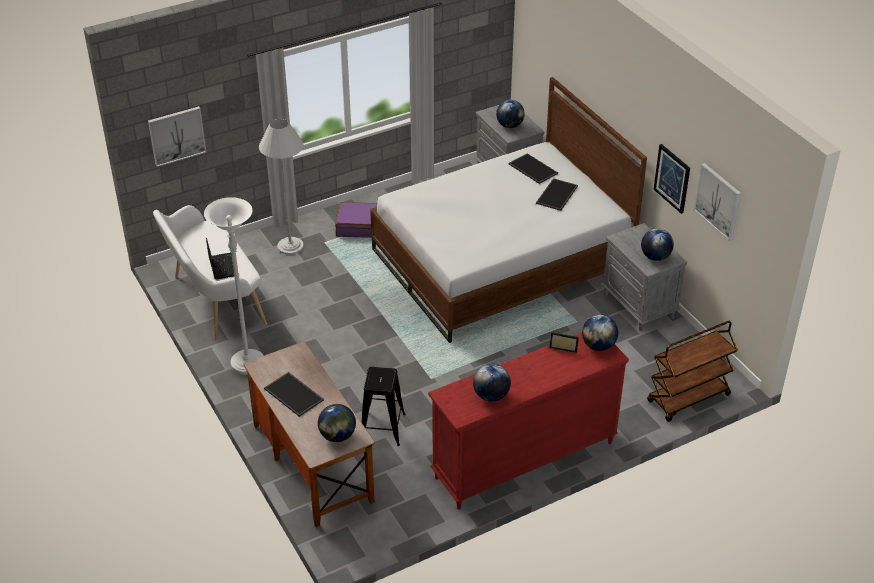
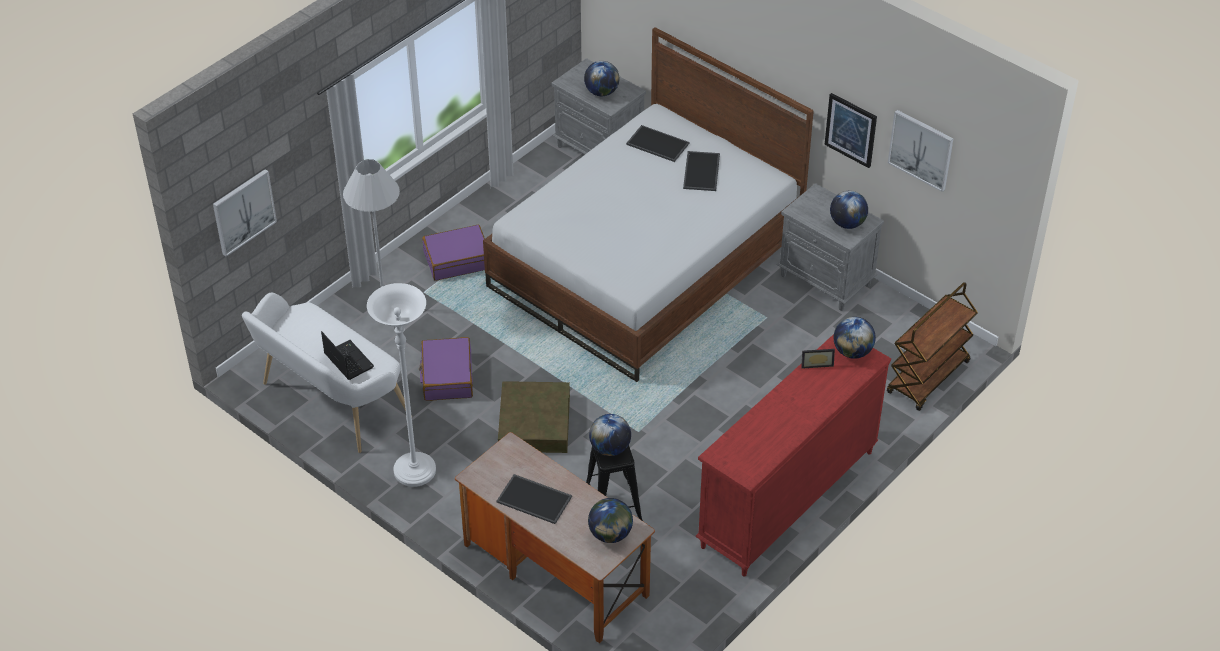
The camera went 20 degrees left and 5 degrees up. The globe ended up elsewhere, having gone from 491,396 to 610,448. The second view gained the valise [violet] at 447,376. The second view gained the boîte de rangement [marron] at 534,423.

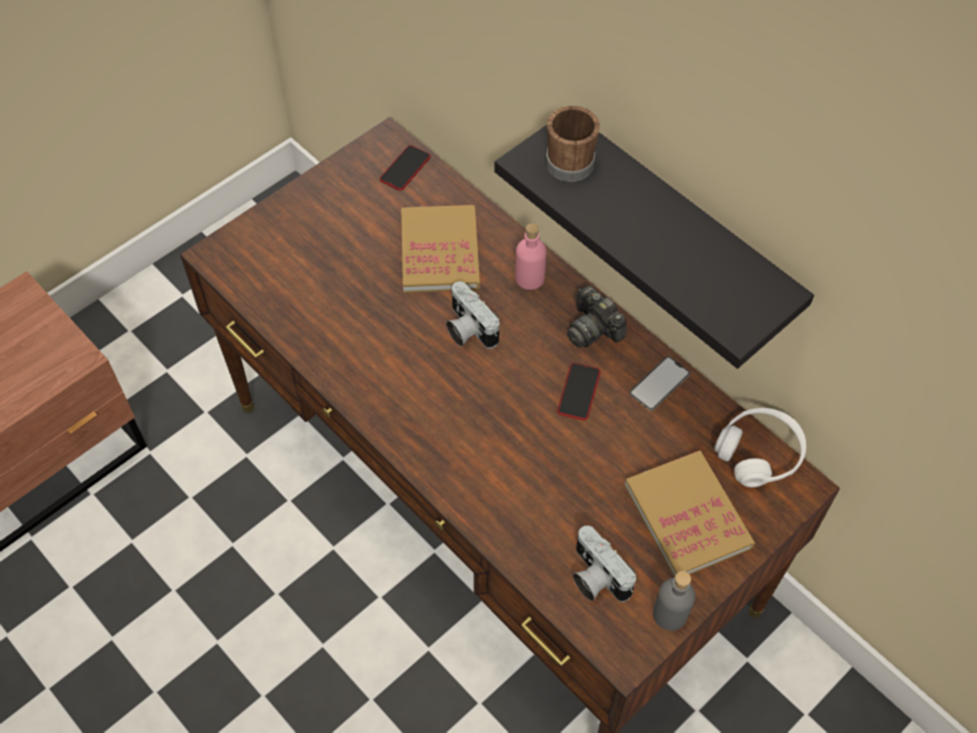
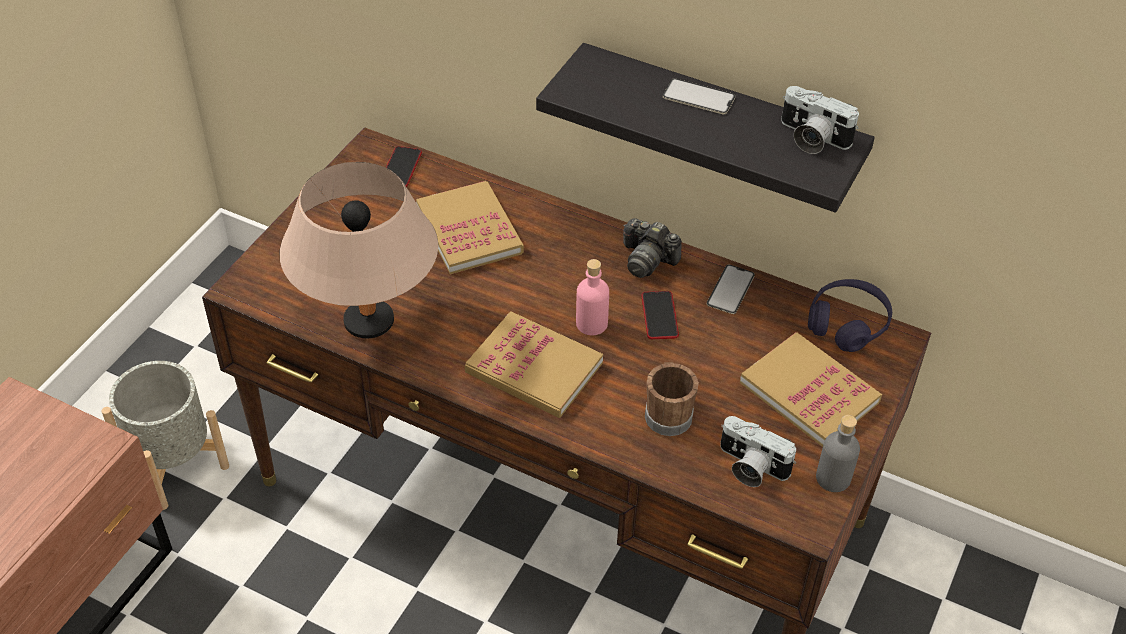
The camera went 20 degrees left and 10 degrees down. The appareil photo ended up elsewhere, having gone from 467,329 to 811,138. The bouteille [rose] ended up elsewhere, having gone from 529,278 to 591,324. The mug [marron] ended up elsewhere, having gone from 571,159 to 668,413. What was the casque audio [blanc] at 758,454 turned into the casque audio [violet] at 847,324. The second view gained the cache-pot [gris] at 175,465. The second view gained the lampe de table [beige] at 369,322. The second view gained the livre at 534,368. The second view gained the téléphone at 698,97.

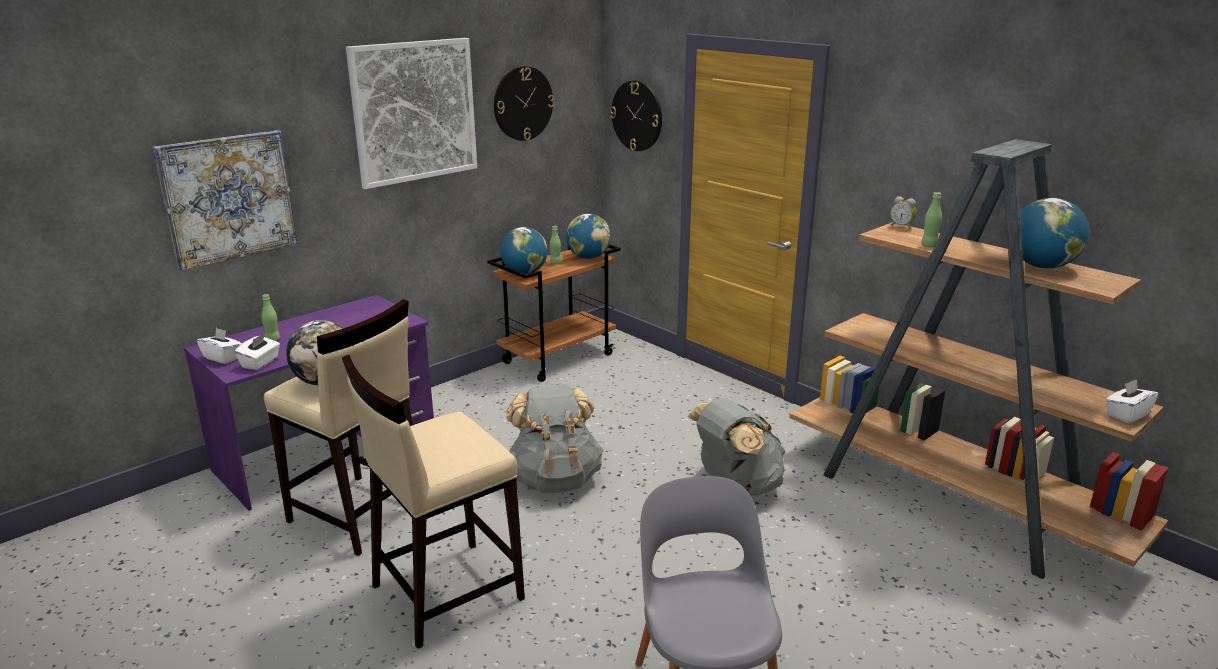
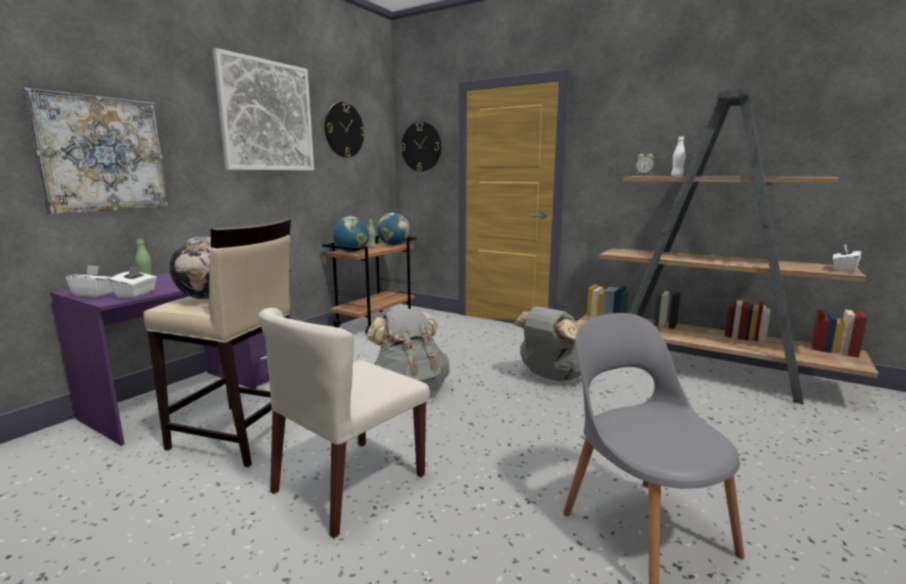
The camera went 15 degrees left and 10 degrees down. Where the tabouret [beige] stood at 445,592, the chaise [beige] came to stand at 349,484. What was the bouteille [vert] at 929,245 turned into the bouteille [blanc] at 677,176. The second view lost the globe at 1042,266.

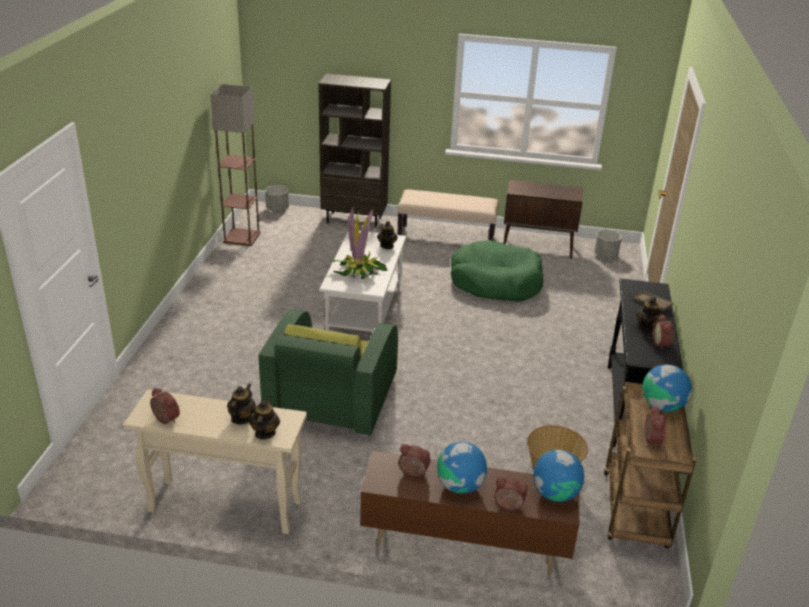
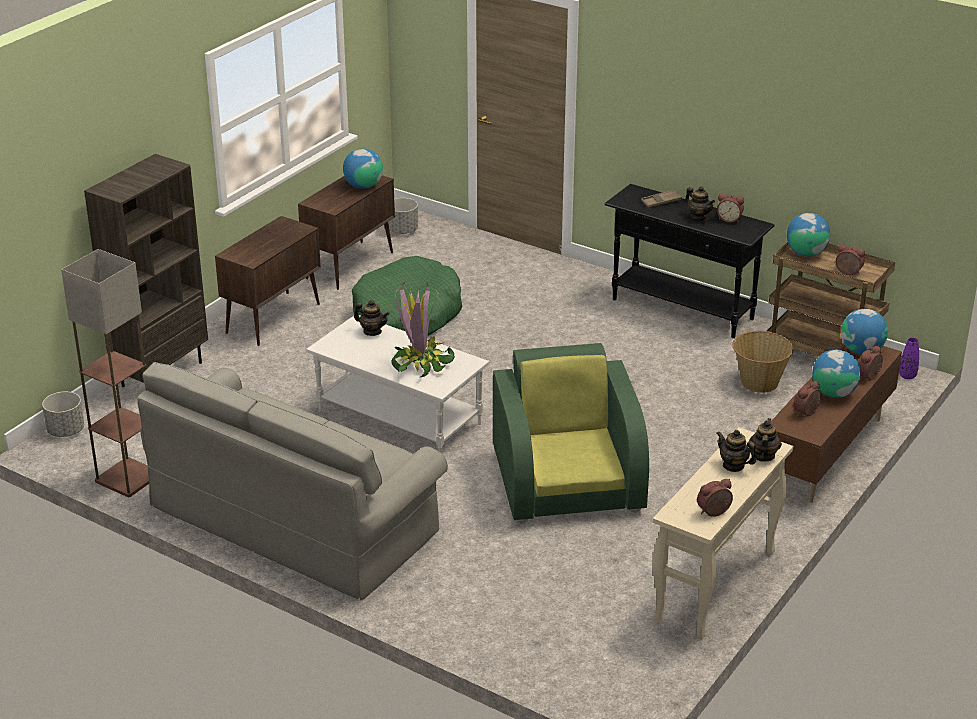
The camera went 65 degrees left and 0 degrees up. The théière at 265,433 ended up facing another way, 75 degrees clockwise from before. The fauteuil [vert] at 331,398 ended up facing another way, 135 degrees counterclockwise from before. Where the banc [beige] stood at 446,238, the meuble de rangement [marron] came to stand at 274,318. The second view gained the canapé [gris] at 294,518. The second view gained the globe at 363,186. The second view gained the vase [violet] at 907,376.

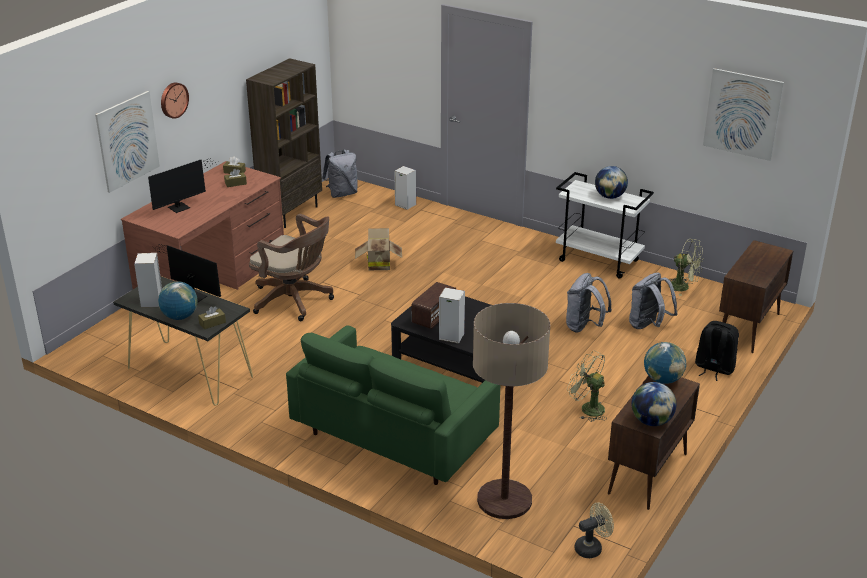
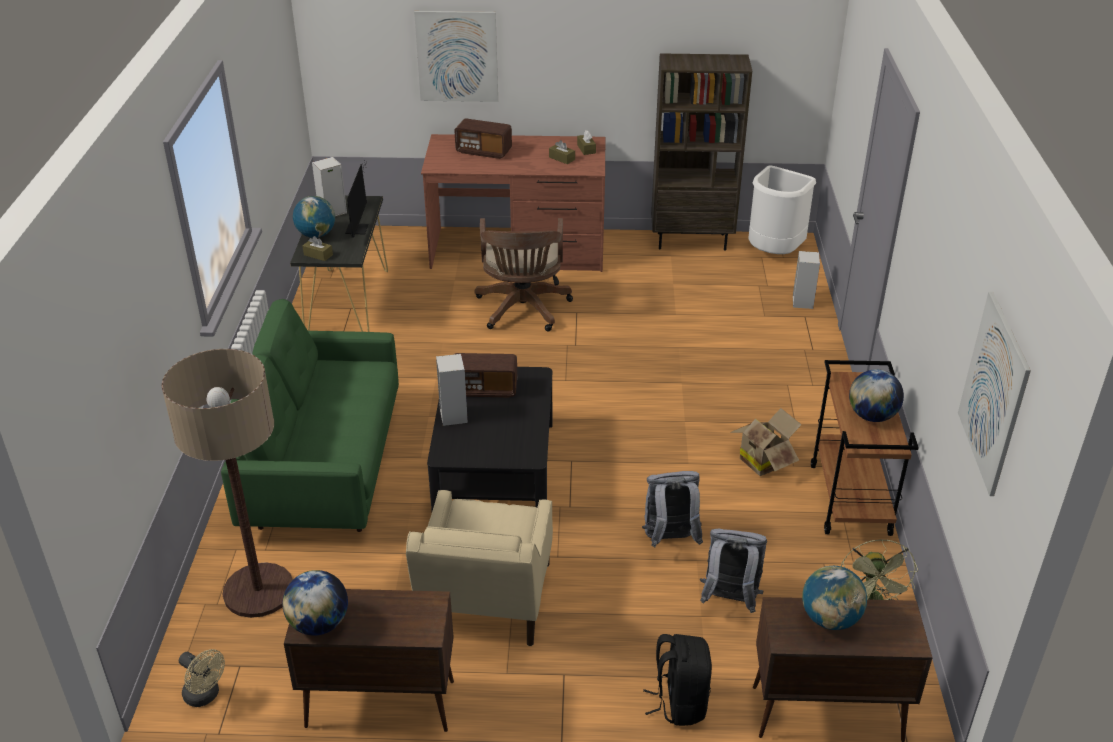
The camera went 60 degrees right and 5 degrees up. Where the écran d'ordinateur stood at 182,207, the radio came to stand at 484,151. The second view lost the horloge murale at 173,100. Where the sac à dos [gris] stood at 342,193, the poubelle [blanc] came to stand at 773,253. The carton ended up elsewhere, having gone from 378,264 to 763,461. What was the chariot [blanc] at 599,261 turned into the chariot [marron] at 851,500. Where the ventilateur [vert] stood at 587,408, the fauteuil [beige] came to stand at 485,602. The globe ended up elsewhere, having gone from 662,380 to 830,619.

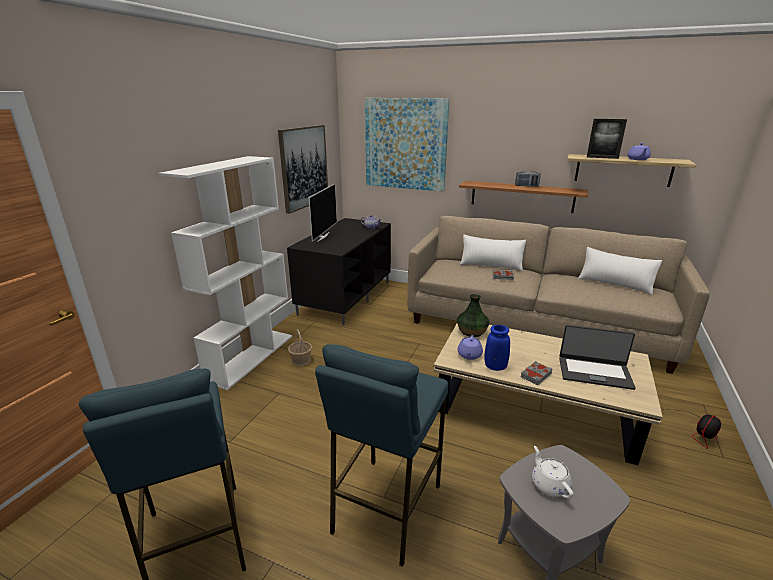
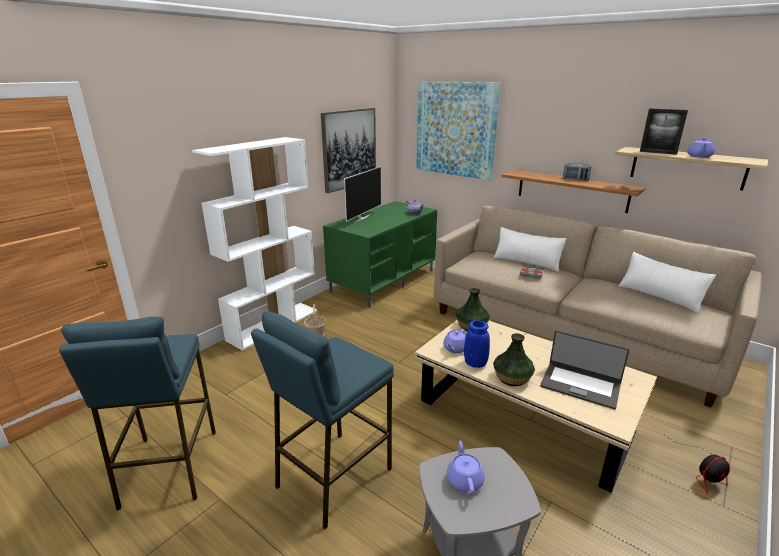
The camera went 15 degrees right and 0 degrees up. What was the meuble télé [noir] at 345,297 turned into the meuble télé [vert] at 383,280. Where the livre [gris] stood at 535,375, the vase came to stand at 512,378. What was the théière [blanc] at 549,484 turned into the théière [violet] at 464,480.

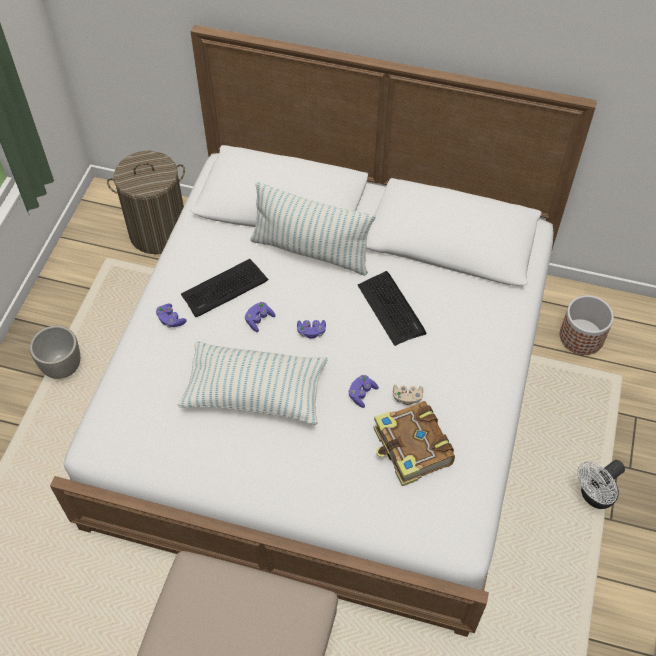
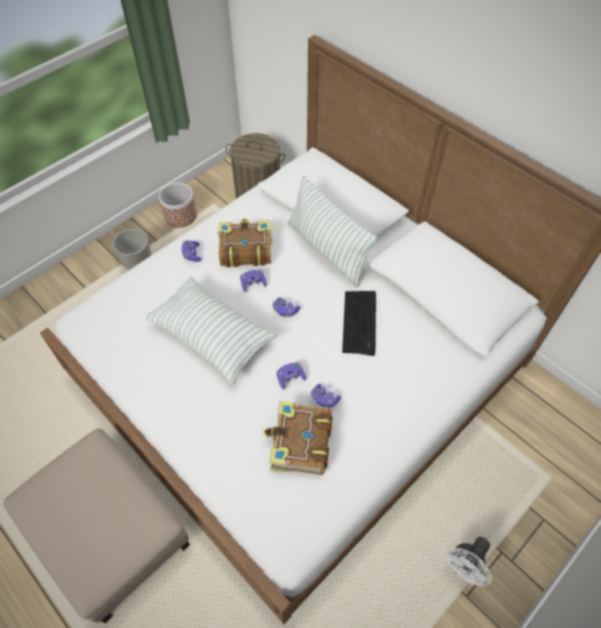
The camera went 30 degrees right and 0 degrees up. Where the clavier stood at 224,288, the livre came to stand at 245,249. What was the manette [beige] at 407,397 turned into the manette [violet] at 324,399. The cache-pot ended up elsewhere, having gone from 581,336 to 181,216. The ventilateur [blanc] at 594,496 ended up facing another way, 45 degrees counterclockwise from before.

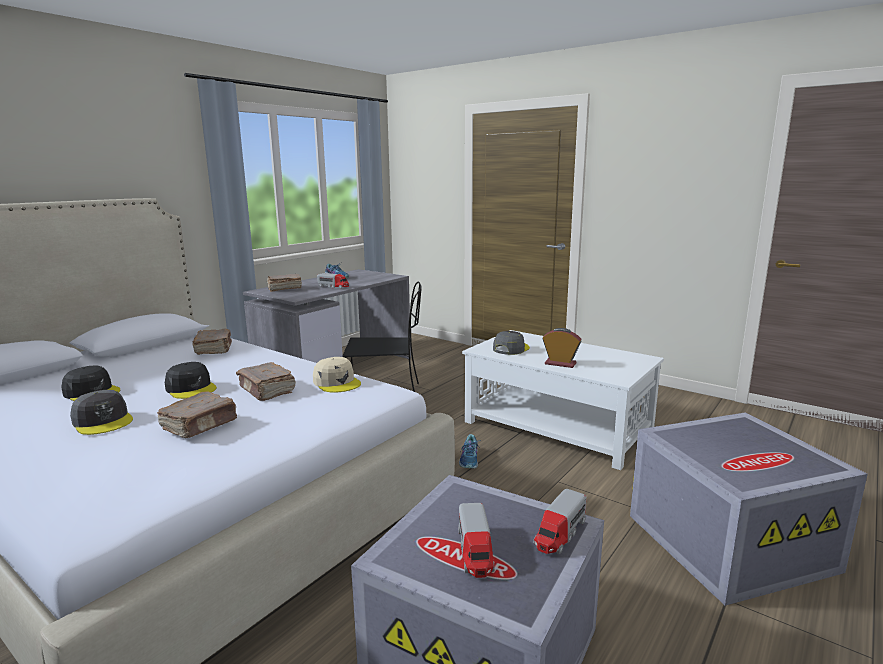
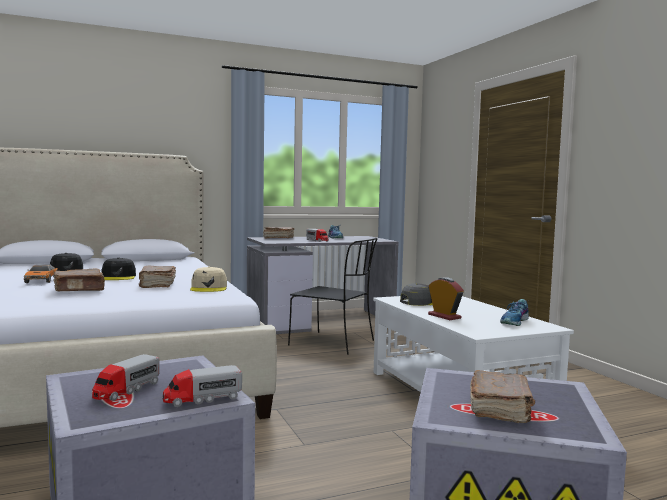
The camera went 30 degrees right and 10 degrees down. Where the casquette [gris] stood at 103,421, the petite voiture came to stand at 41,280. The livre [marron] ended up elsewhere, having gone from 214,350 to 500,410. The chaussure ended up elsewhere, having gone from 470,459 to 515,321.

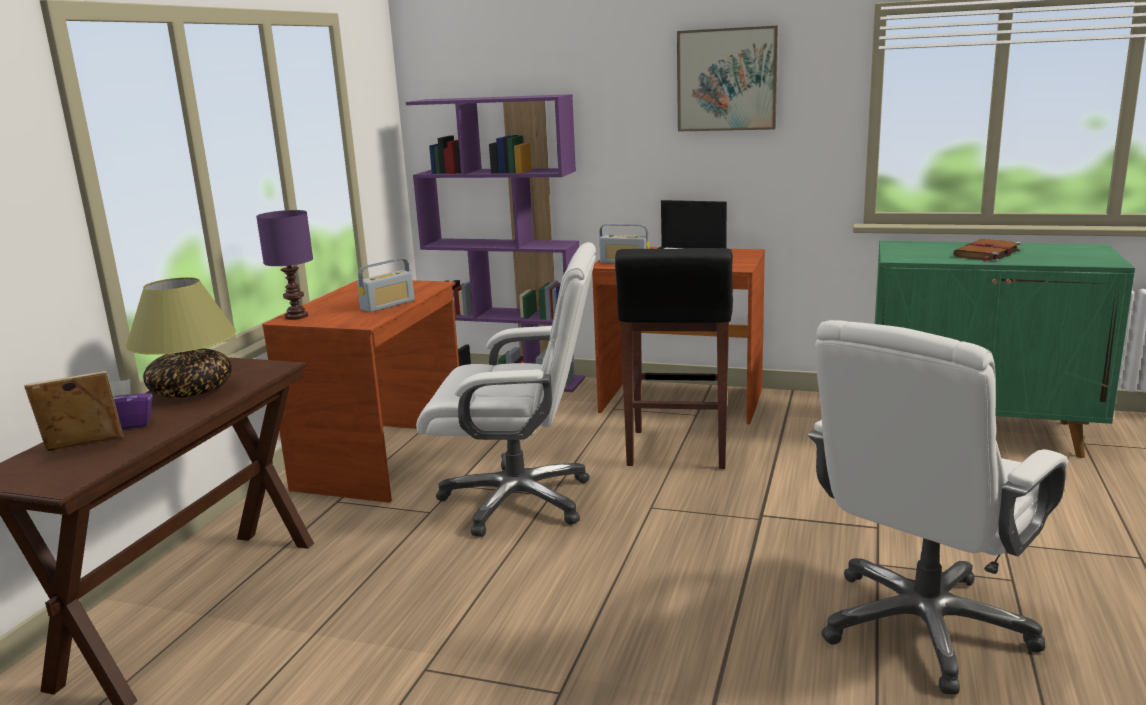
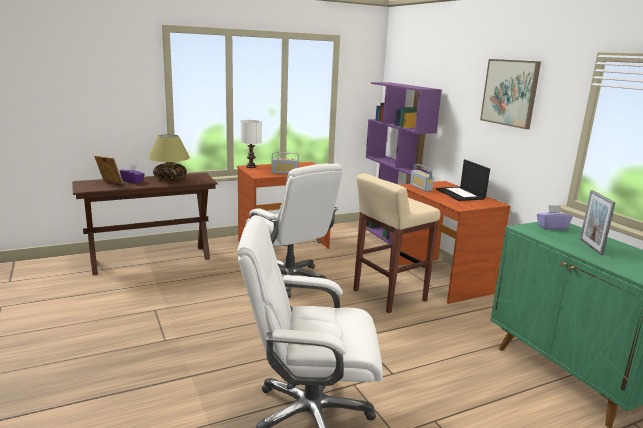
The camera went 45 degrees right and 0 degrees up. What was the lampe de table [violet] at 297,316 turned into the lampe de table [blanc] at 251,167. What was the tabouret [noir] at 677,450 turned into the tabouret [beige] at 388,296. Where the livre [marron] stood at 987,253, the cadre photo came to stand at 590,246. The second view gained the boîte à mouchoirs [violet] at 551,227.

